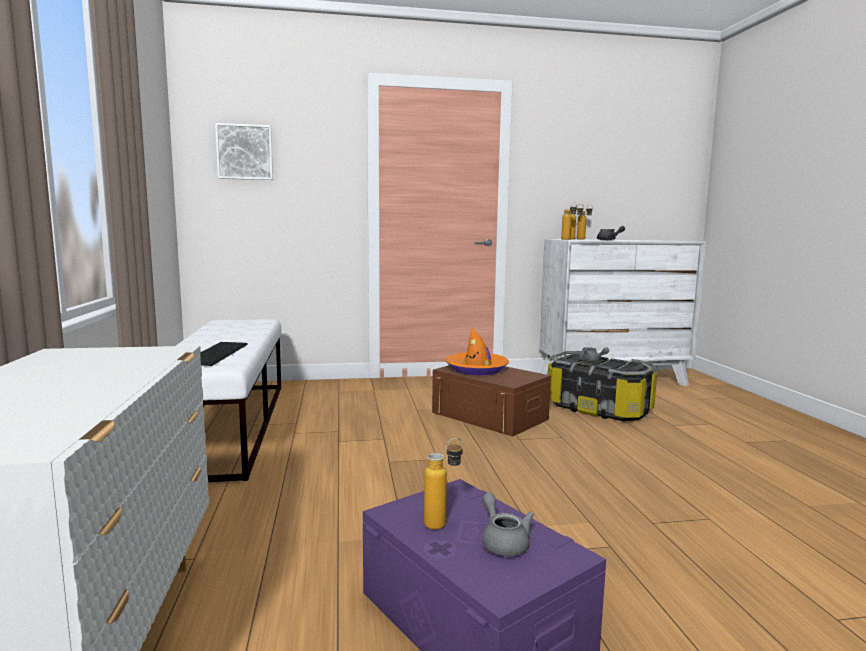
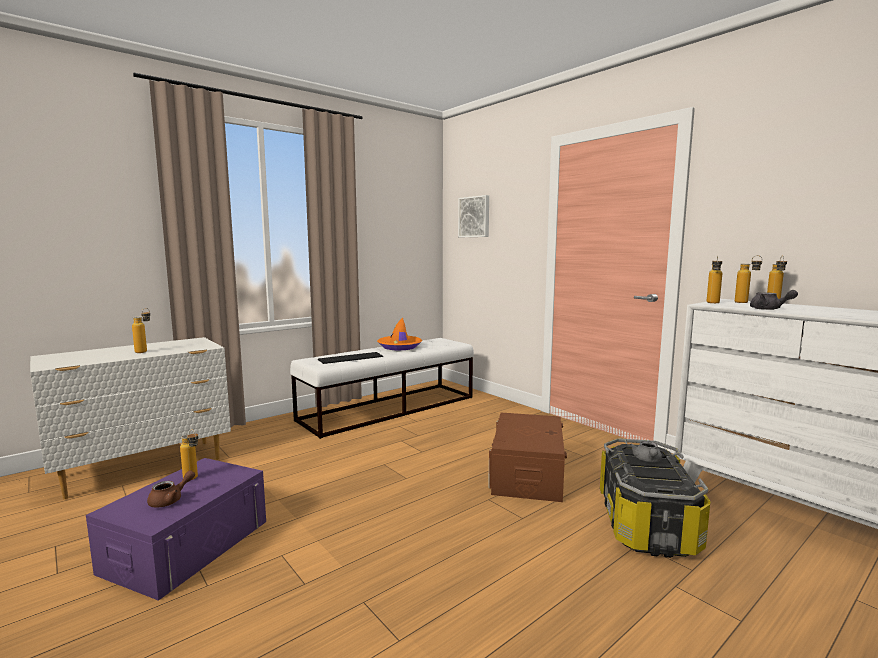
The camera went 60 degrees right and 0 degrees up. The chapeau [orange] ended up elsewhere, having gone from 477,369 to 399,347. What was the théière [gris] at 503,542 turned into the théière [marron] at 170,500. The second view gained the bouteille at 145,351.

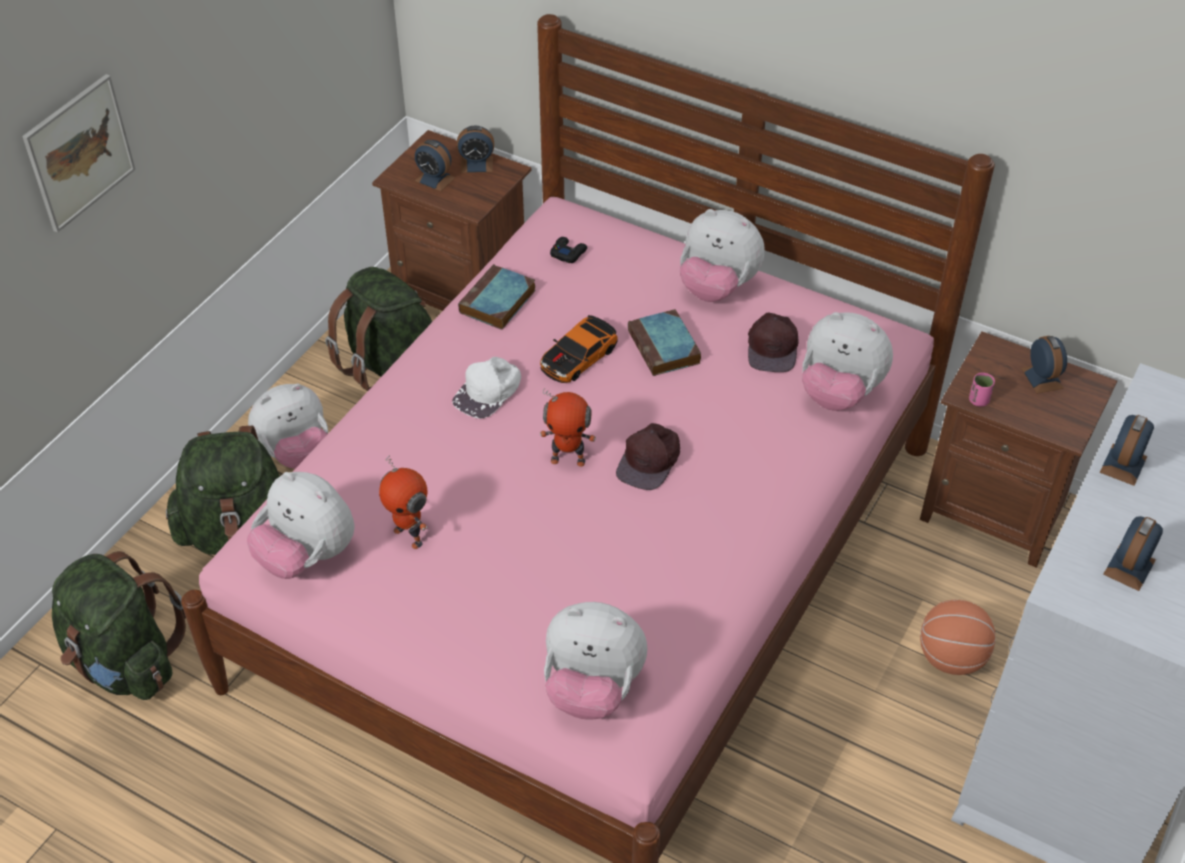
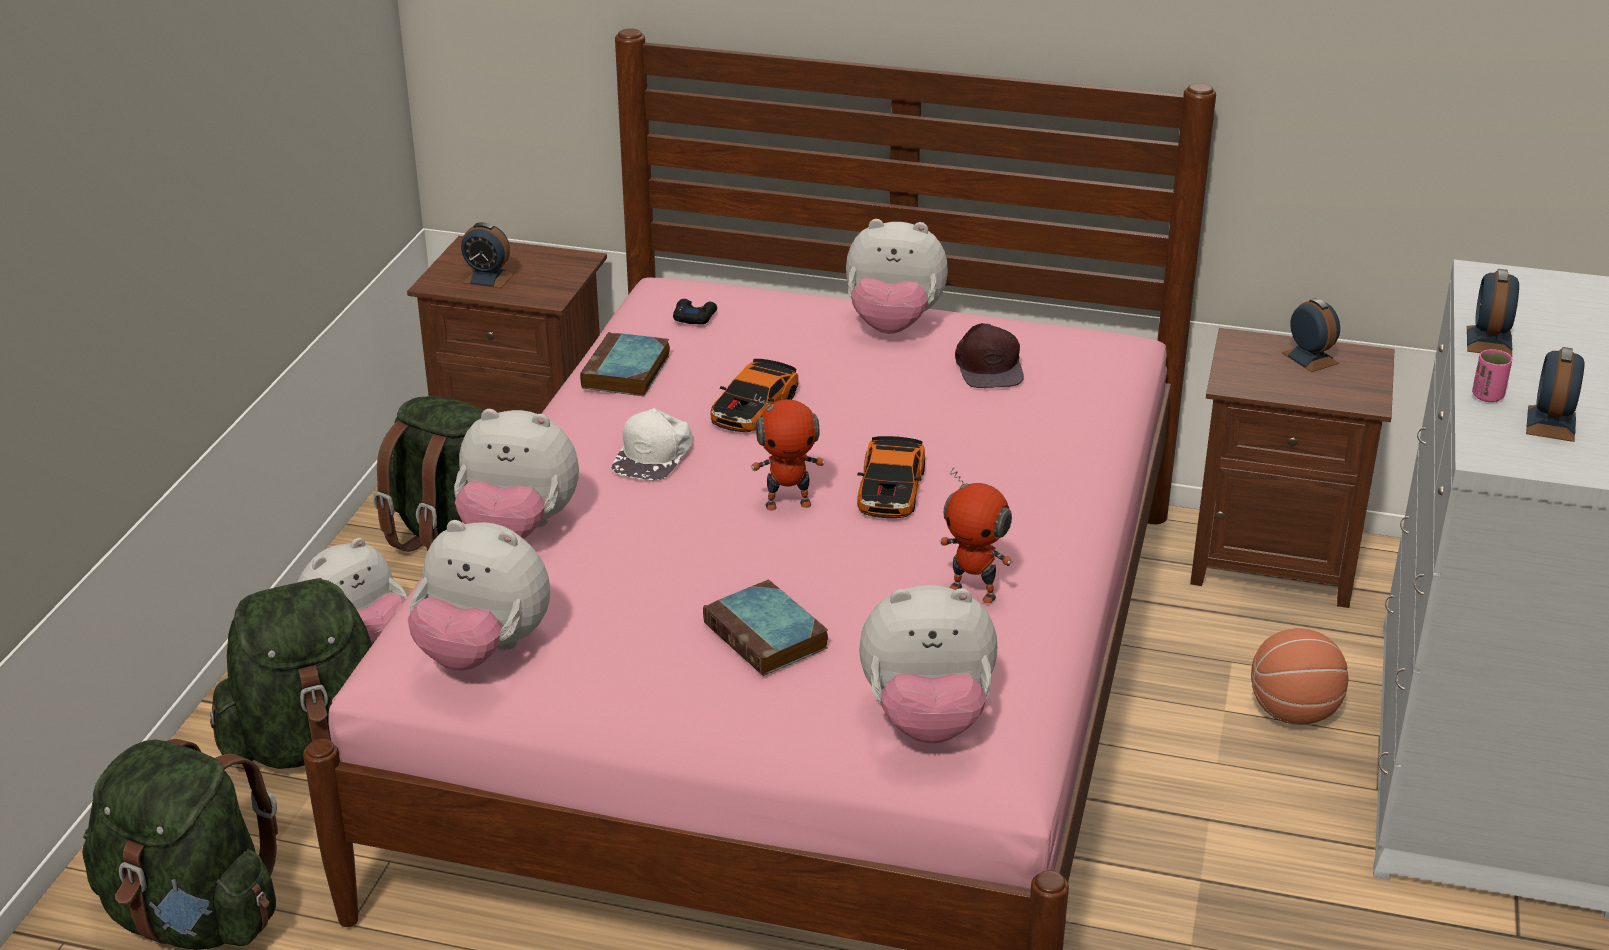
The camera went 15 degrees left and 15 degrees down. The second view lost the tableau at 79,152. The robot jouet ended up elsewhere, having gone from 410,536 to 974,591. The second view lost the réveil at 476,164. Where the casquette [marron] stood at 650,460, the petite voiture came to stand at 891,489. The livre ended up elsewhere, having gone from 665,348 to 768,637. The peluche ended up elsewhere, having gone from 839,393 to 518,530. The tasse [rose] ended up elsewhere, having gone from 978,400 to 1487,396.

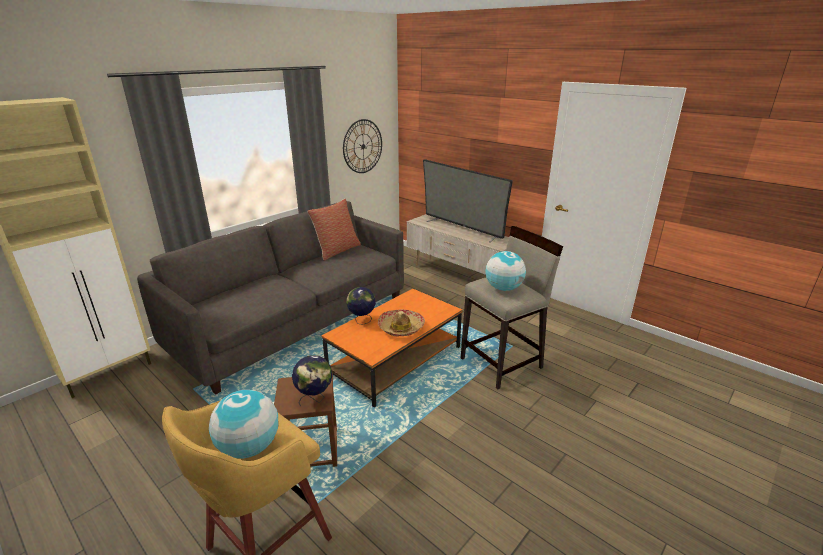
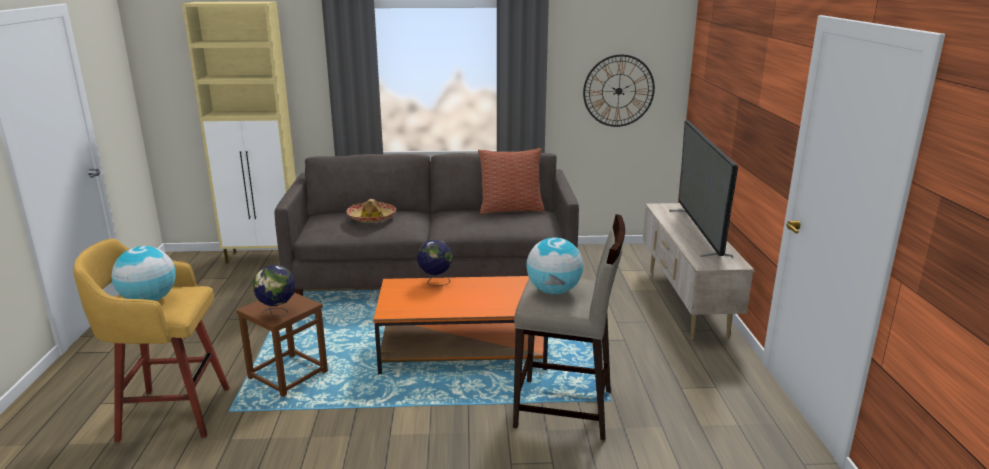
The camera went 45 degrees right and 5 degrees down. The chapeau ended up elsewhere, having gone from 401,328 to 372,217.

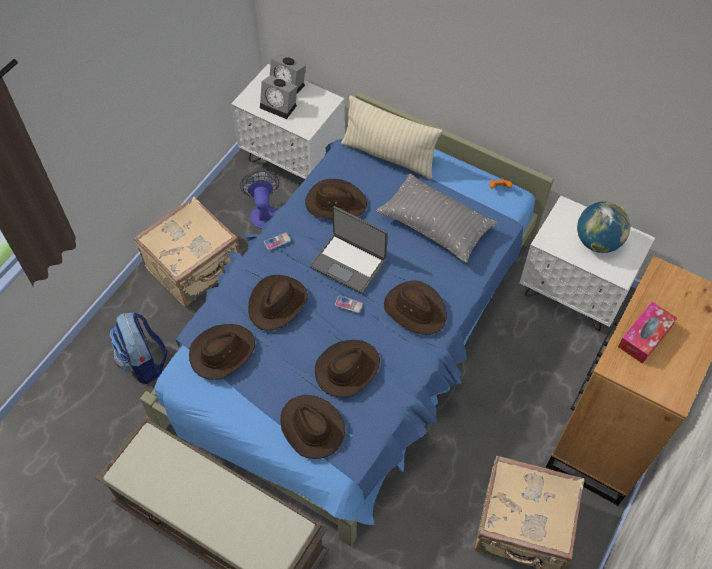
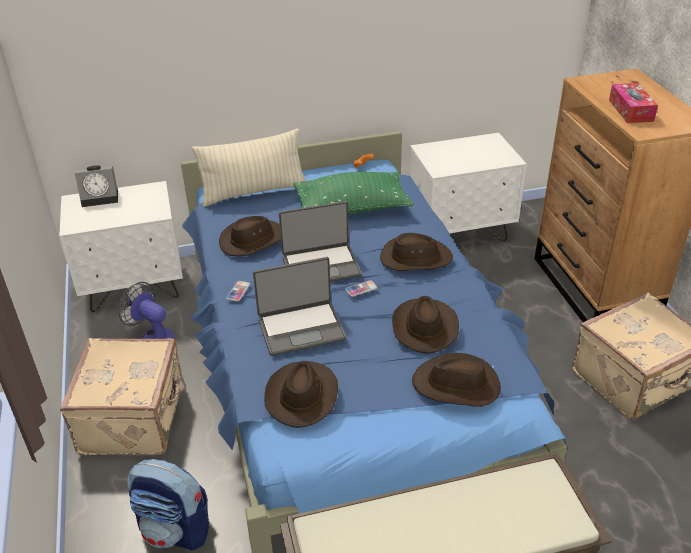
The camera went 45 degrees left and 20 degrees down. Where the chapeau [marron] stood at 277,303, the ordinateur portable came to stand at 301,328. The second view lost the réveil at 280,106. What was the coussin [gris] at 435,226 turned into the coussin [vert] at 352,208. The second view lost the globe at 597,242.

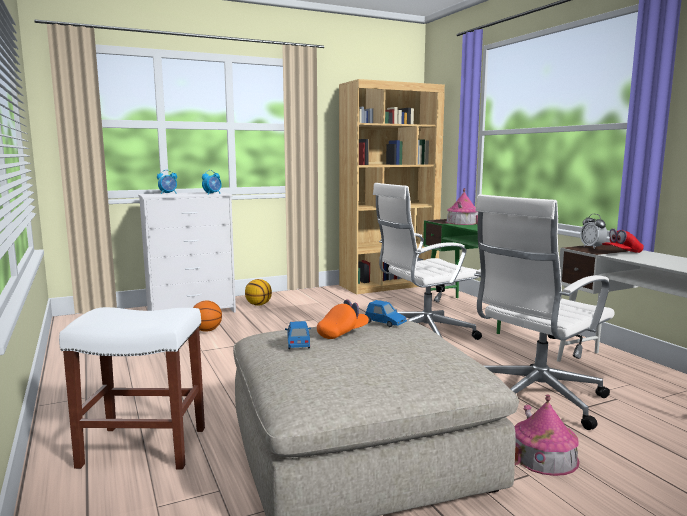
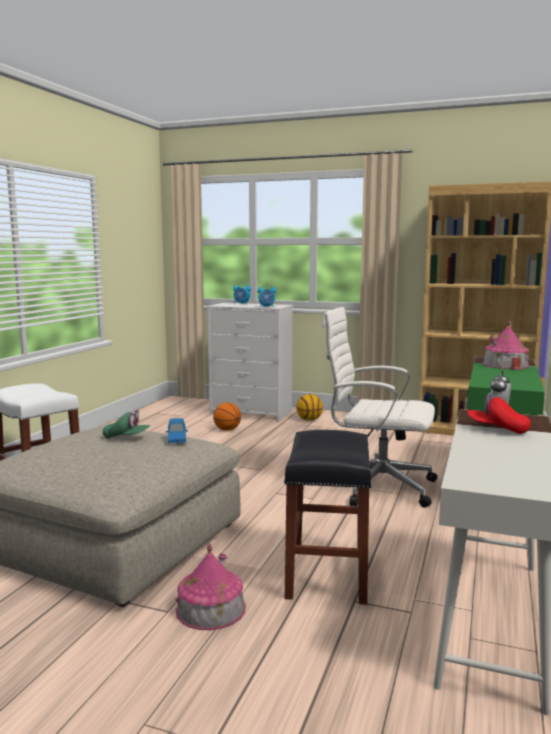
The camera went 45 degrees right and 0 degrees up. The second view lost the petite voiture [bleu] at 298,343. What was the casquette [orange] at 342,333 turned into the casquette [vert] at 126,437. Where the chaise de bureau [blanc] stood at 534,399, the tabouret [noir] came to stand at 326,573.

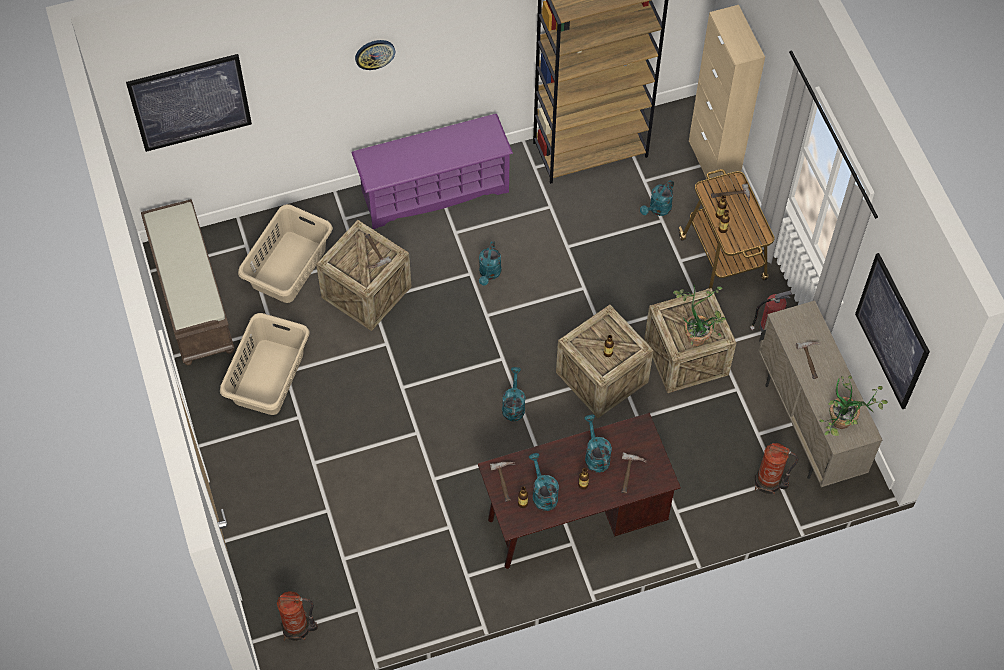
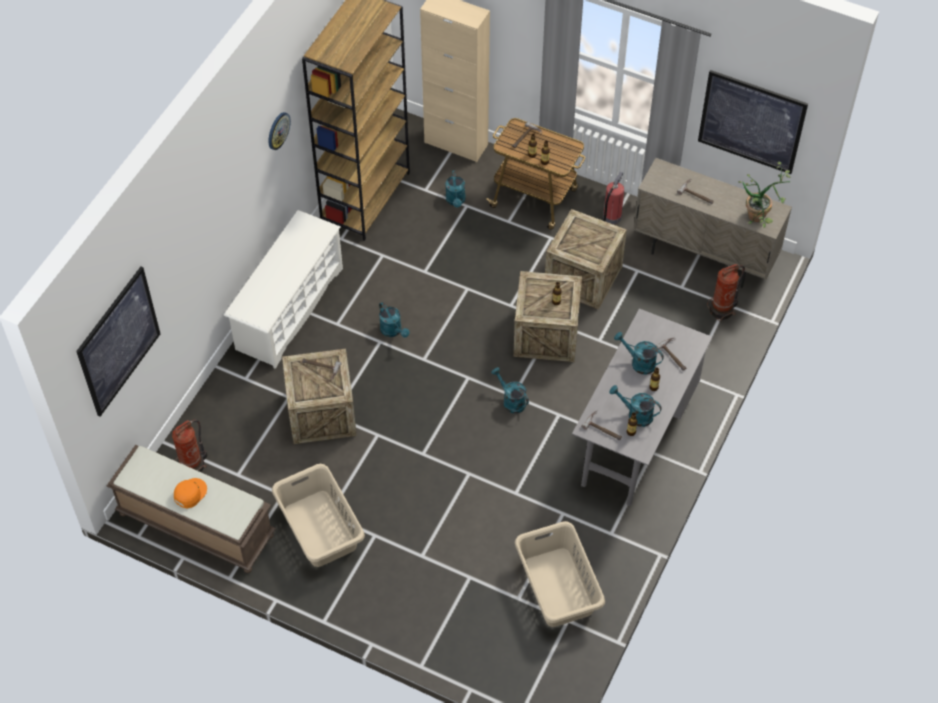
The camera went 45 degrees left and 5 degrees down. The panier à linge [beige] ended up elsewhere, having gone from 289,267 to 558,586. The extincteur ended up elsewhere, having gone from 297,628 to 193,465. What was the étagère à chaussures [violet] at 434,191 turned into the étagère à chaussures [blanc] at 289,309. The horloge murale ended up elsewhere, having gone from 374,54 to 278,130. What was the bureau [marron] at 574,520 turned into the bureau [gris] at 635,437. The second view lost the plante en pot at 697,333. The second view gained the casquette [orange] at 190,493.

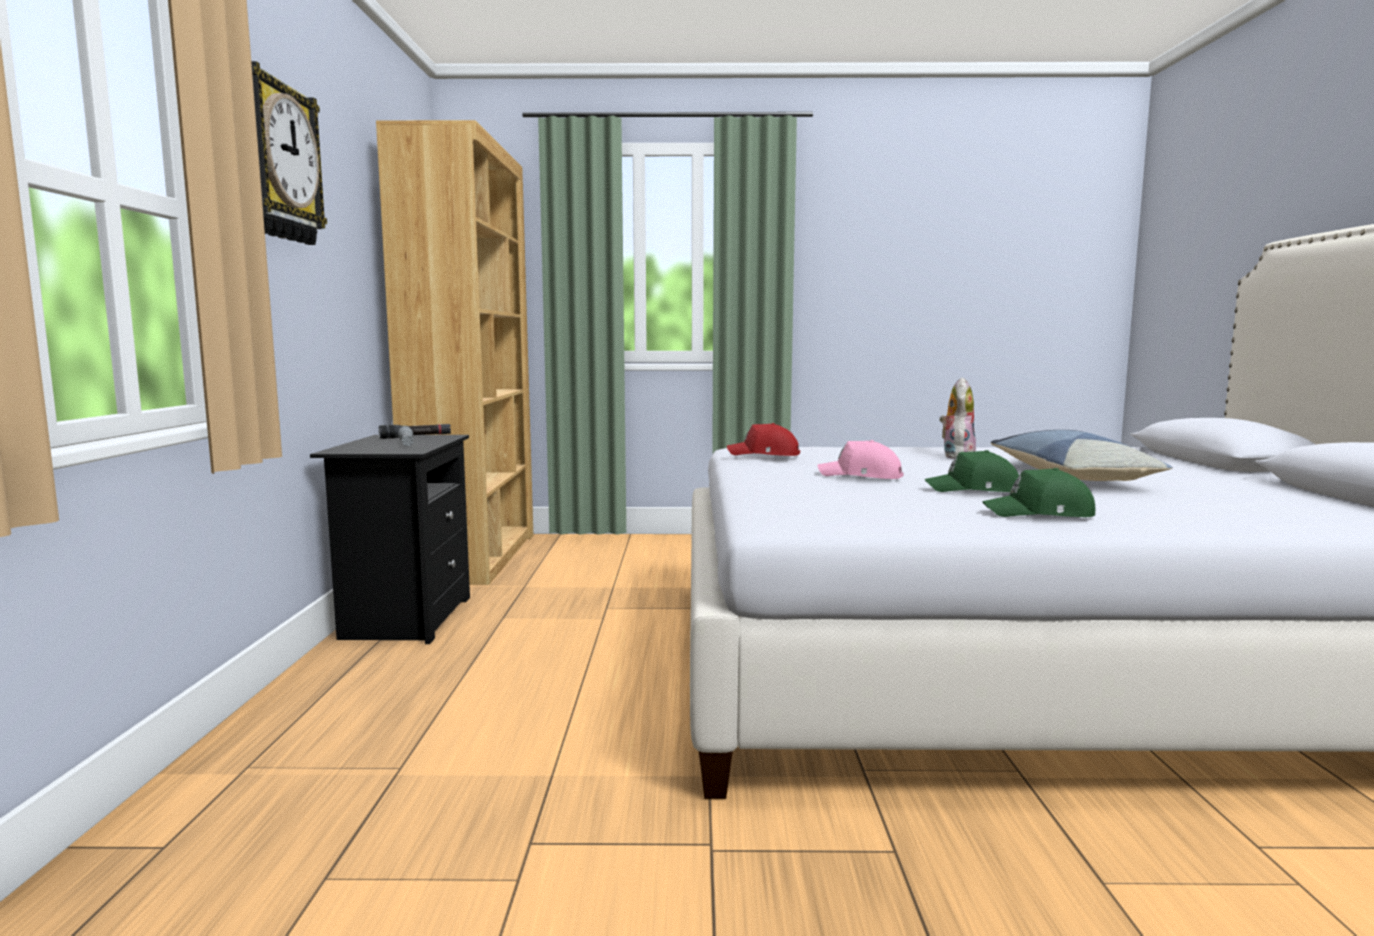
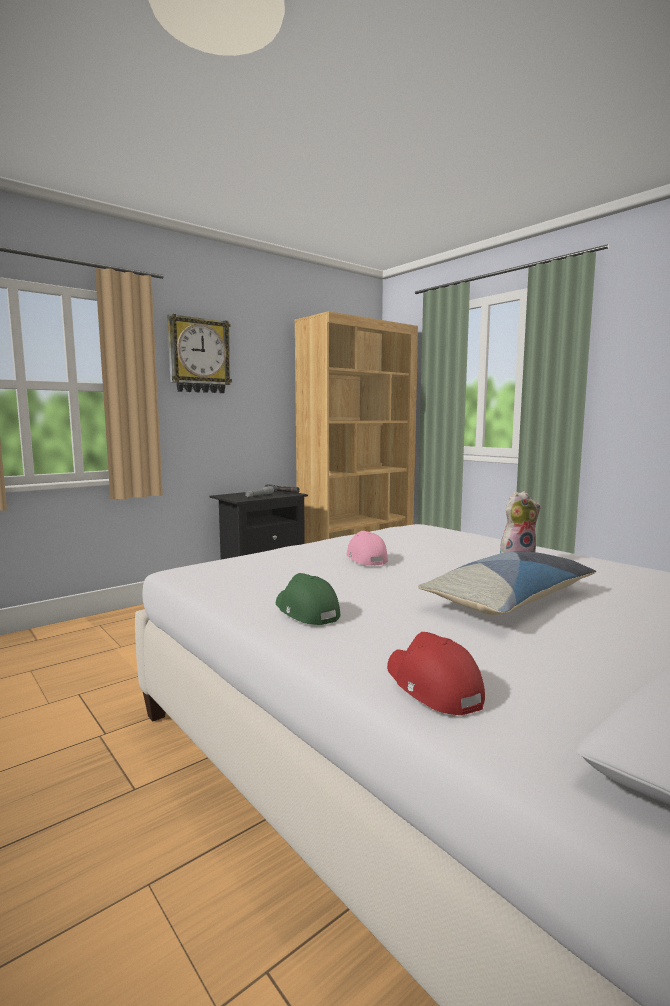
The camera went 50 degrees right and 0 degrees up. The casquette [rouge] ended up elsewhere, having gone from 764,454 to 432,687. The second view lost the casquette [vert] at 974,490.

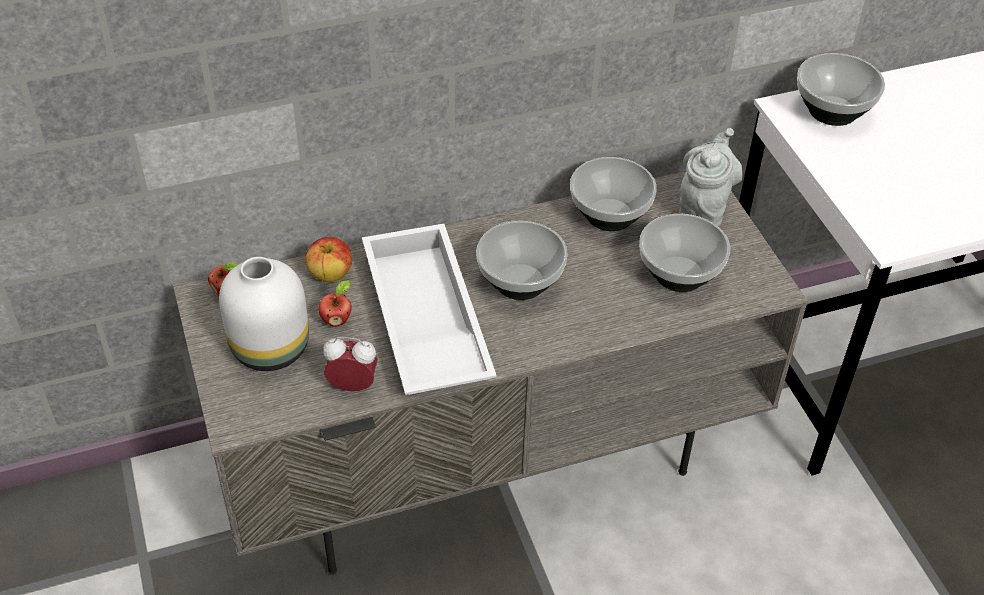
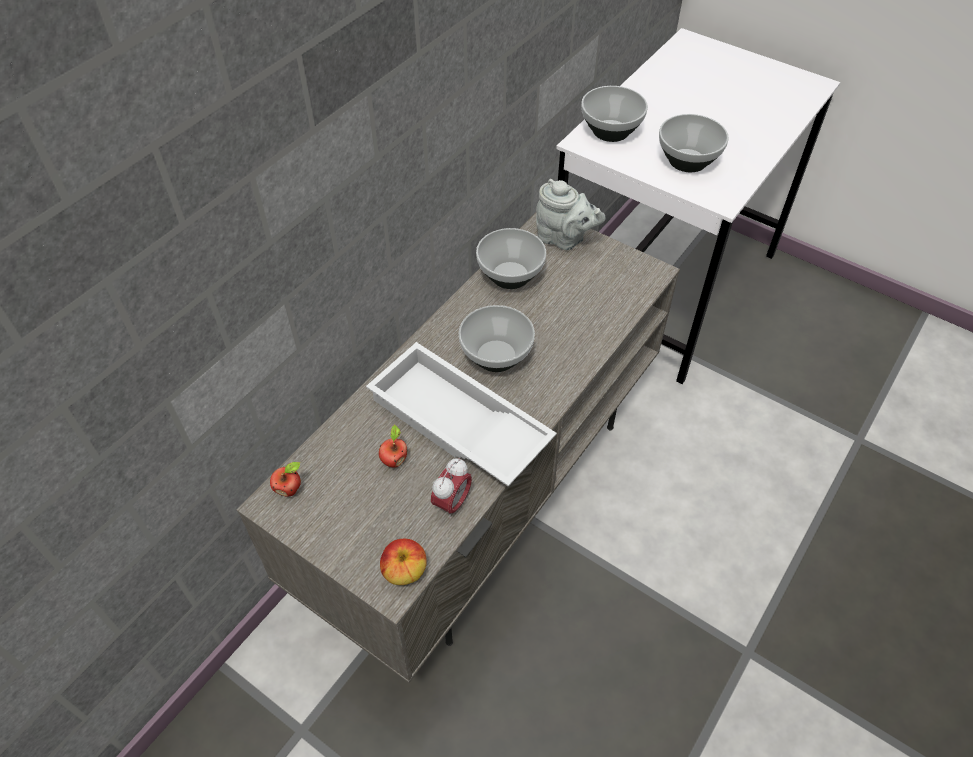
The camera went 35 degrees left and 5 degrees up. The second view lost the vase [blanc] at 270,346. The pomme ended up elsewhere, having gone from 330,275 to 404,571. The réveil at 353,385 ended up facing another way, 150 degrees clockwise from before. The bol ended up elsewhere, having gone from 678,274 to 686,161. The théière [gris] at 704,208 ended up facing another way, 135 degrees clockwise from before.

